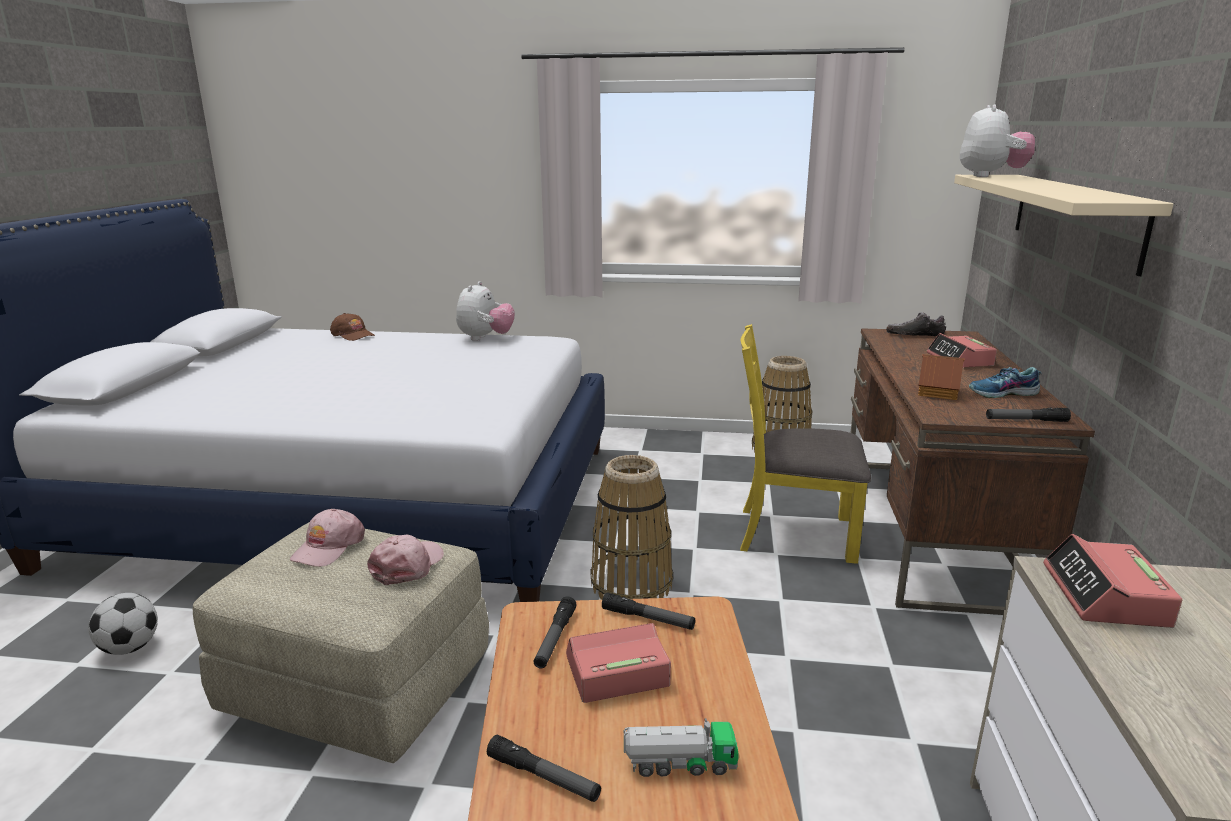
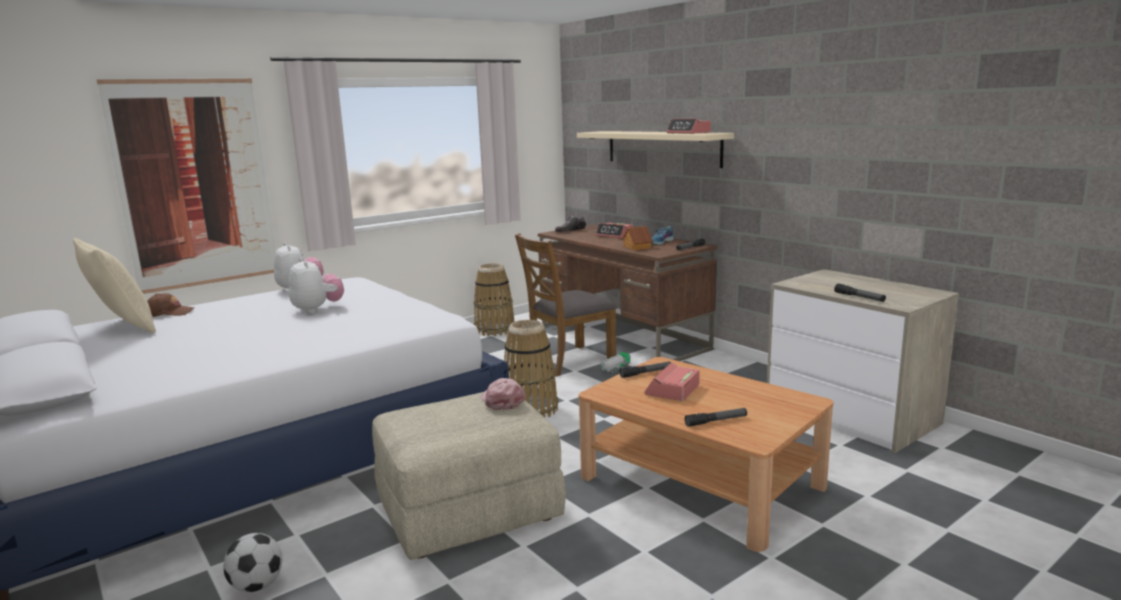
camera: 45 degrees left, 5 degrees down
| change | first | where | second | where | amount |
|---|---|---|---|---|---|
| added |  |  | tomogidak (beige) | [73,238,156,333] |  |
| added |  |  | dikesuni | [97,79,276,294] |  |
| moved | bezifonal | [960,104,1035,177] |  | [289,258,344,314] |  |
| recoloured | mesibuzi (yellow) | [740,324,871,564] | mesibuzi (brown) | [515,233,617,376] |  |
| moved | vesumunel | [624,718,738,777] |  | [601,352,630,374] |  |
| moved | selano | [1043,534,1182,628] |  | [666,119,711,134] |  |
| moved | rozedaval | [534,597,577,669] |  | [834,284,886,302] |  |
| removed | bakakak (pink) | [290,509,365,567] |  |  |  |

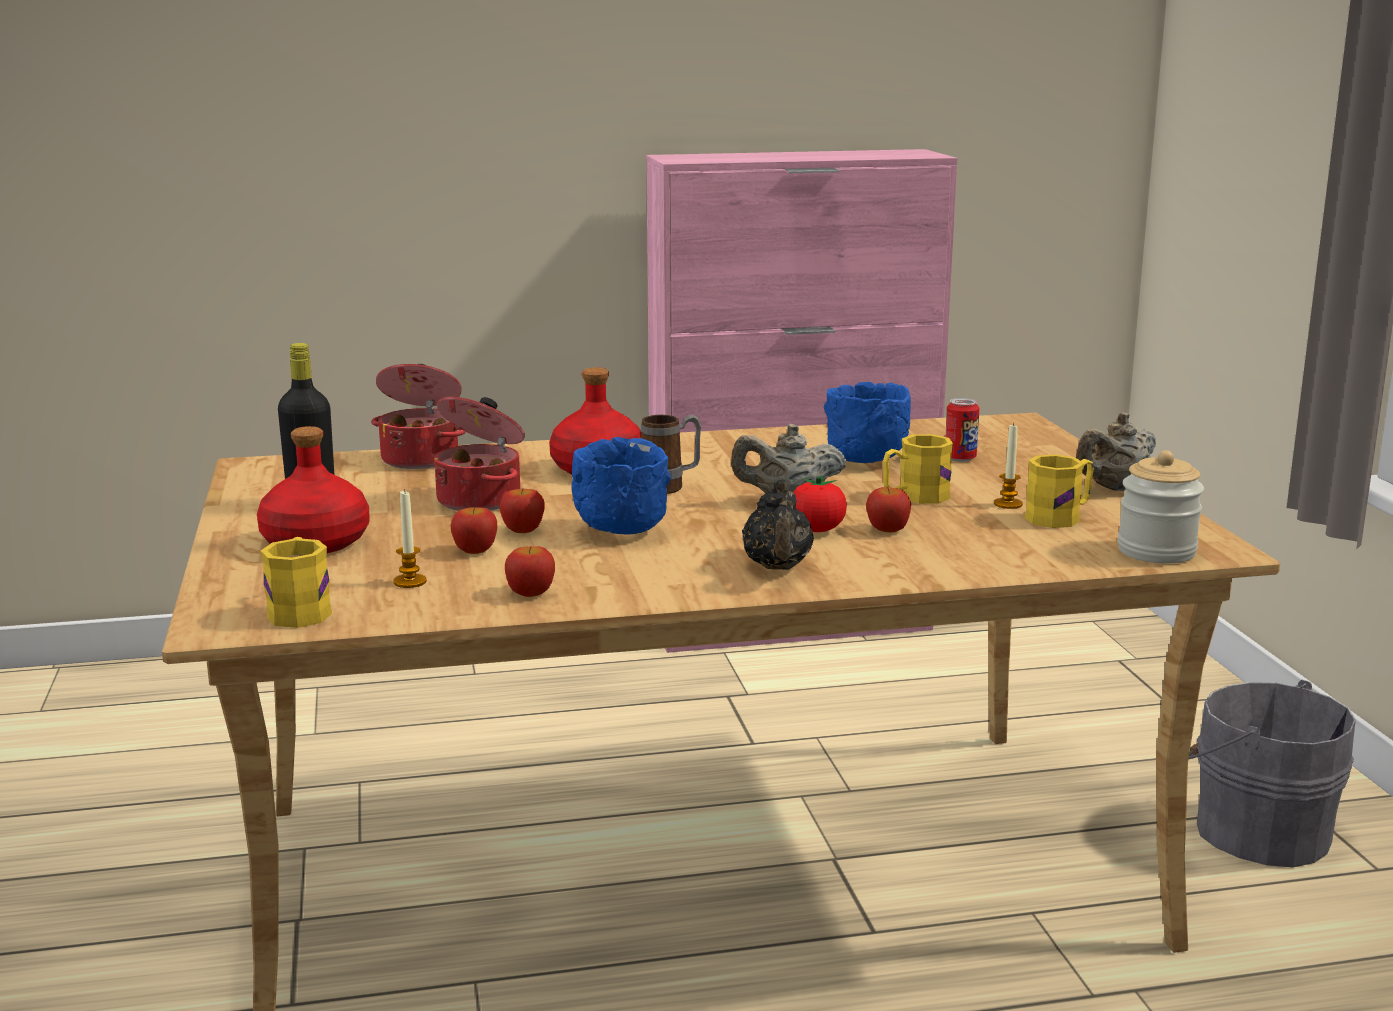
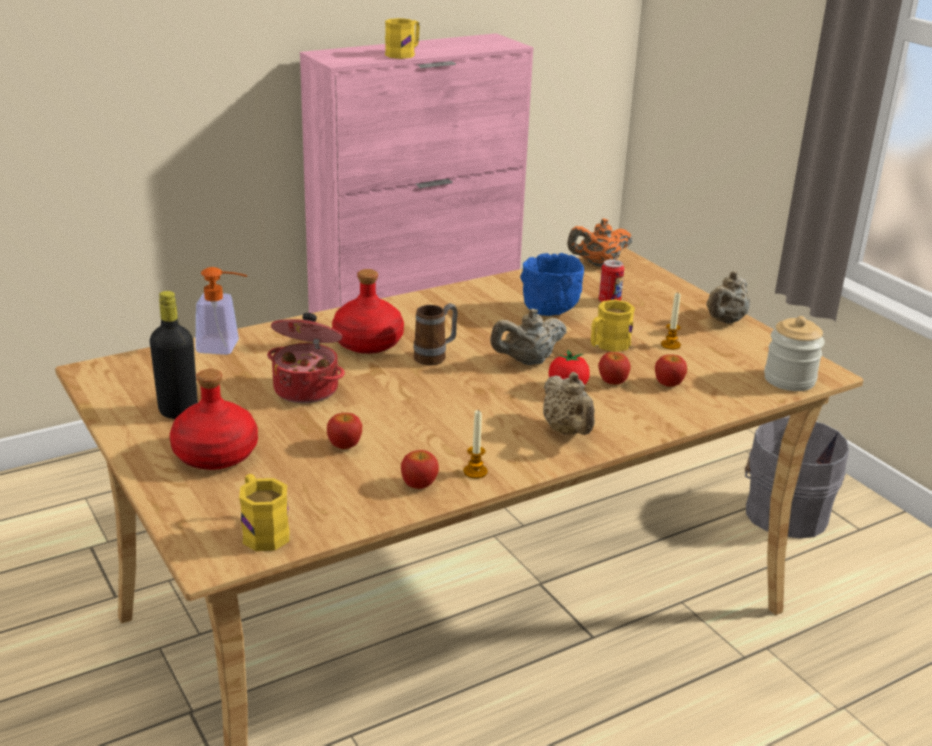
camera: 20 degrees left, 10 degrees up
| change | first | where | second | where | amount |
|---|---|---|---|---|---|
| replaced | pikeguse | [371,364,466,469] | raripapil | [196,267,248,355] |  |
| moved | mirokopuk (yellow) | [1024,454,1094,528] |  | [385,18,420,59] |  |
| moved | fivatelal | [393,489,427,588] |  | [463,410,488,479] |  |
| recoloured | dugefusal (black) | [742,480,814,570] | dugefusal (beige) | [543,372,595,435] |  |
| added |  |  | dugefusal (orange) | [567,218,632,267] |  |
| moved | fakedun | [499,489,545,533] |  | [655,354,687,387] |  |
| removed | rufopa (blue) | [571,437,671,534] |  |  |  |

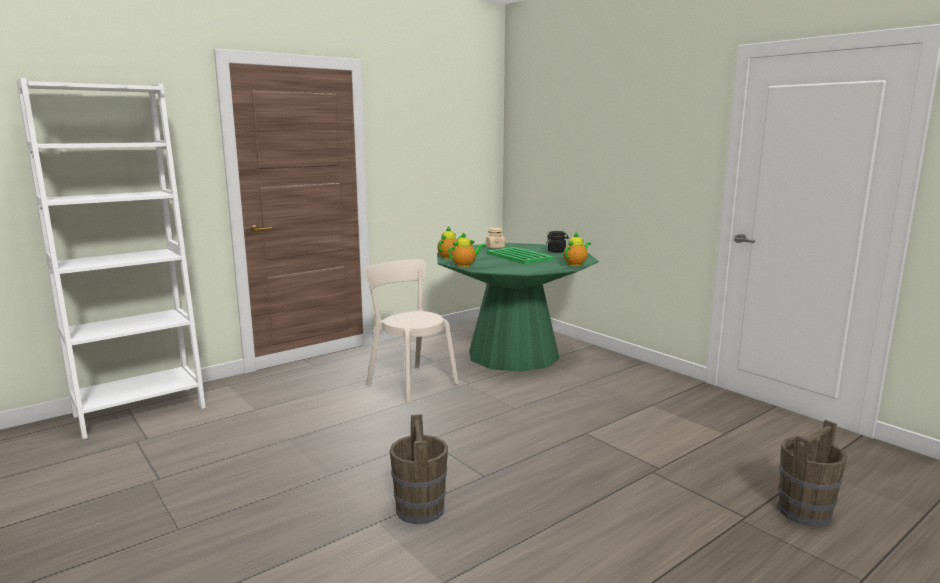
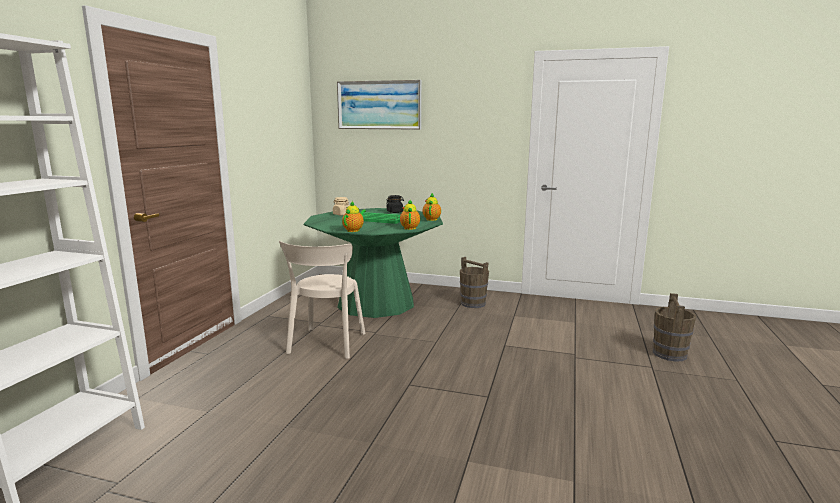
camera: 35 degrees left, 0 degrees up
| change | first | where | second | where | amount |
|---|---|---|---|---|---|
| turned | mesibuzi (beige) | [363,259,459,403] |  | [279,241,365,359] | 90 degrees counterclockwise |
| added |  |  | dikesuni | [337,80,421,130] |  |
| moved | dugefusal | [437,226,461,259] |  | [400,200,420,230] |  |
| moved | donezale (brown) | [390,414,448,524] |  | [460,257,489,308] |  |

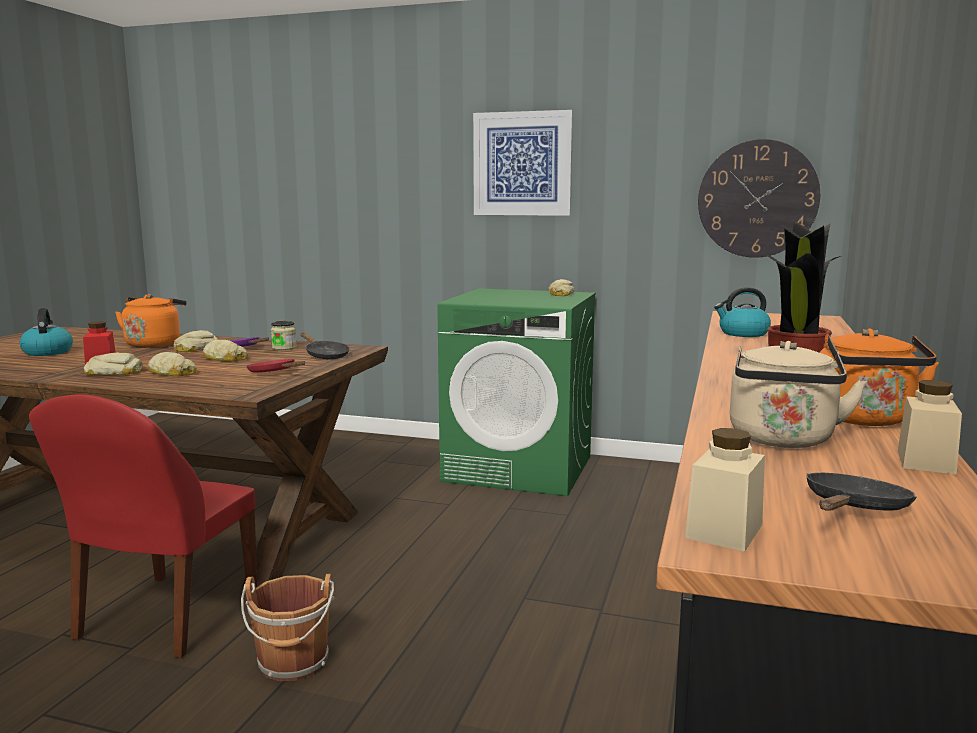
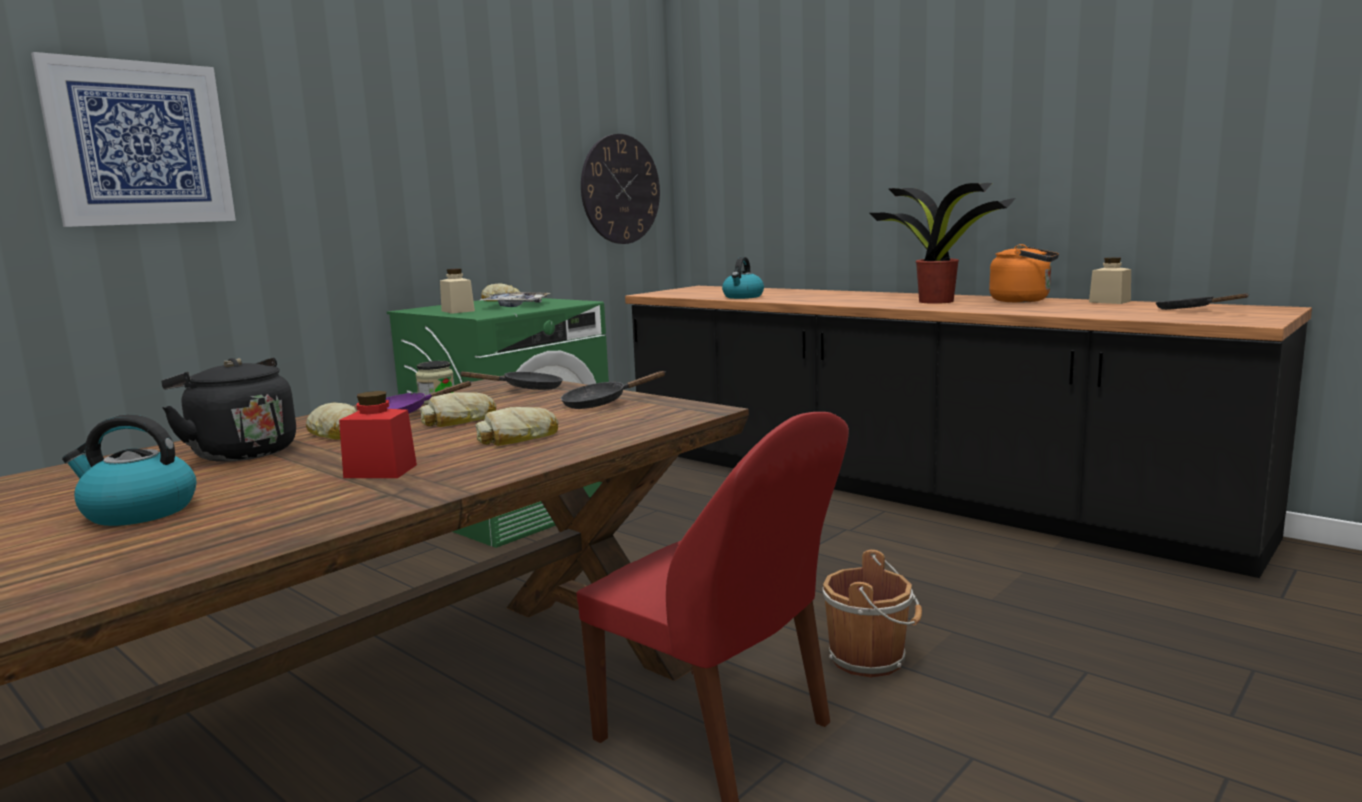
camera: 65 degrees left, 0 degrees up
| change | first | where | second | where | amount |
|---|---|---|---|---|---|
| moved | dikesuni | [473,110,573,216] |  | [31,52,236,227] |  |
| recoloured | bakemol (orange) | [115,294,187,348] | bakemol (black) | [161,358,296,462] |  |
| moved | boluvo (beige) | [685,428,765,552] |  | [440,268,475,314] |  |
| added |  |  | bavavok | [479,292,550,307] |  |
| recoloured | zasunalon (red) | [247,359,305,373] | zasunalon (black) | [561,371,666,409] |  |
| removed | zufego | [84,353,143,375] |  |  |  |
| removed | bakemol (beige) | [730,341,867,448] |  |  |  |

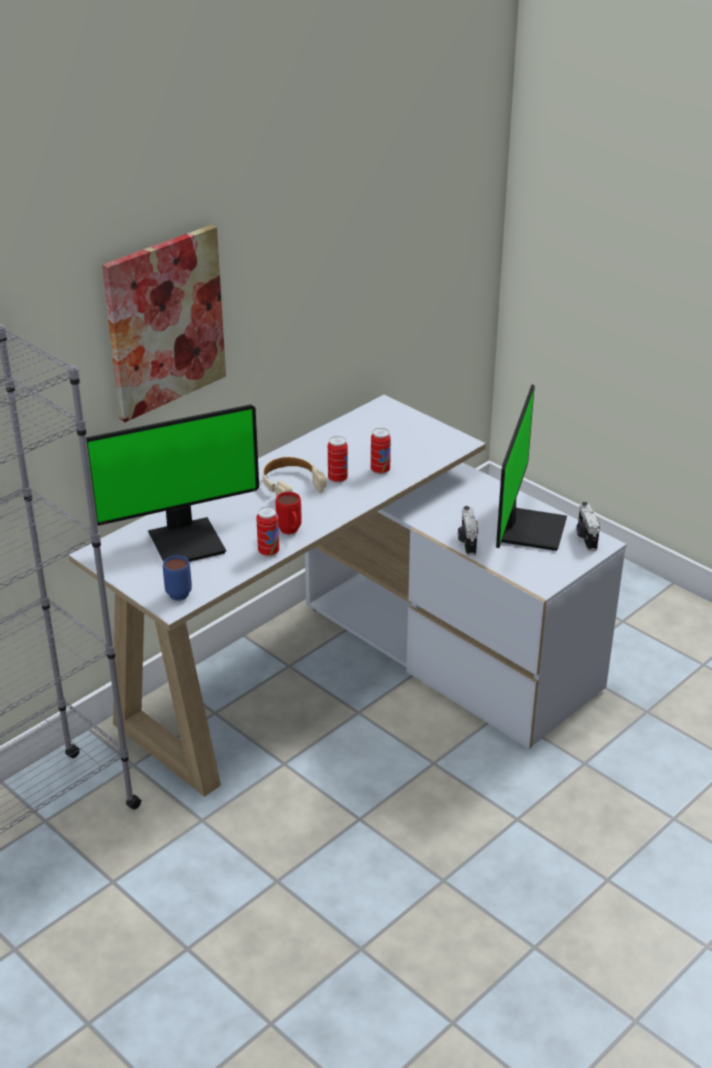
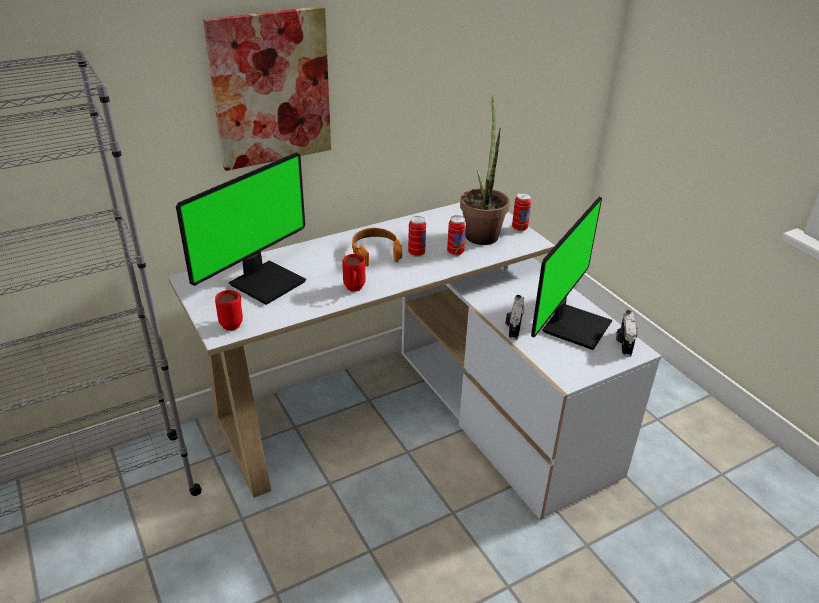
camera: 15 degrees right, 0 degrees up
| change | first | where | second | where | amount |
|---|---|---|---|---|---|
| turned | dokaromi | [86,404,259,562] |  | [176,152,306,305] | 45 degrees counterclockwise |
| recoloured | mirokopuk (blue) | [163,555,192,601] | mirokopuk (red) | [215,290,243,331] |  |
| recoloured | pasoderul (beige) | [262,456,327,496] | pasoderul (orange) | [352,228,402,266] |  |
| added |  |  | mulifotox | [460,95,510,245] |  |
| moved | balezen | [256,507,279,557] |  | [512,193,531,232] |  |

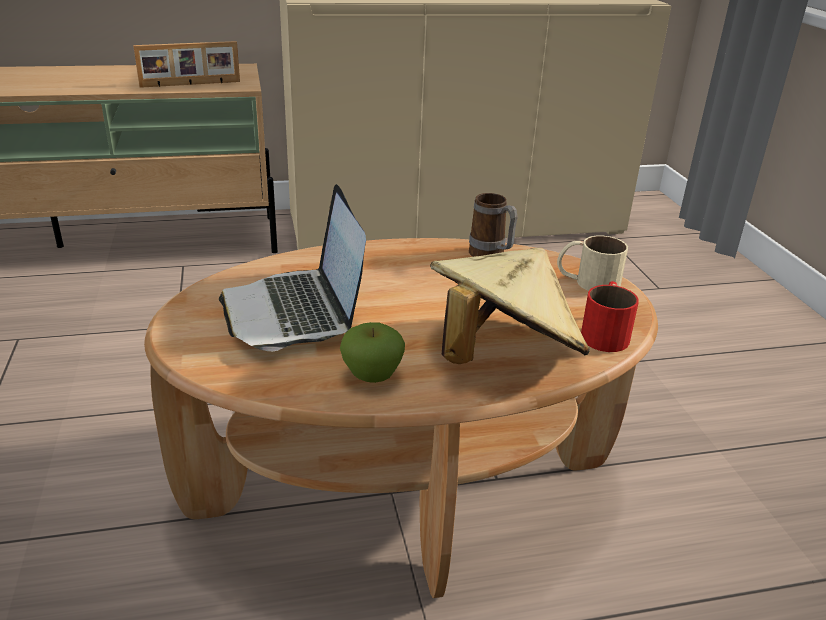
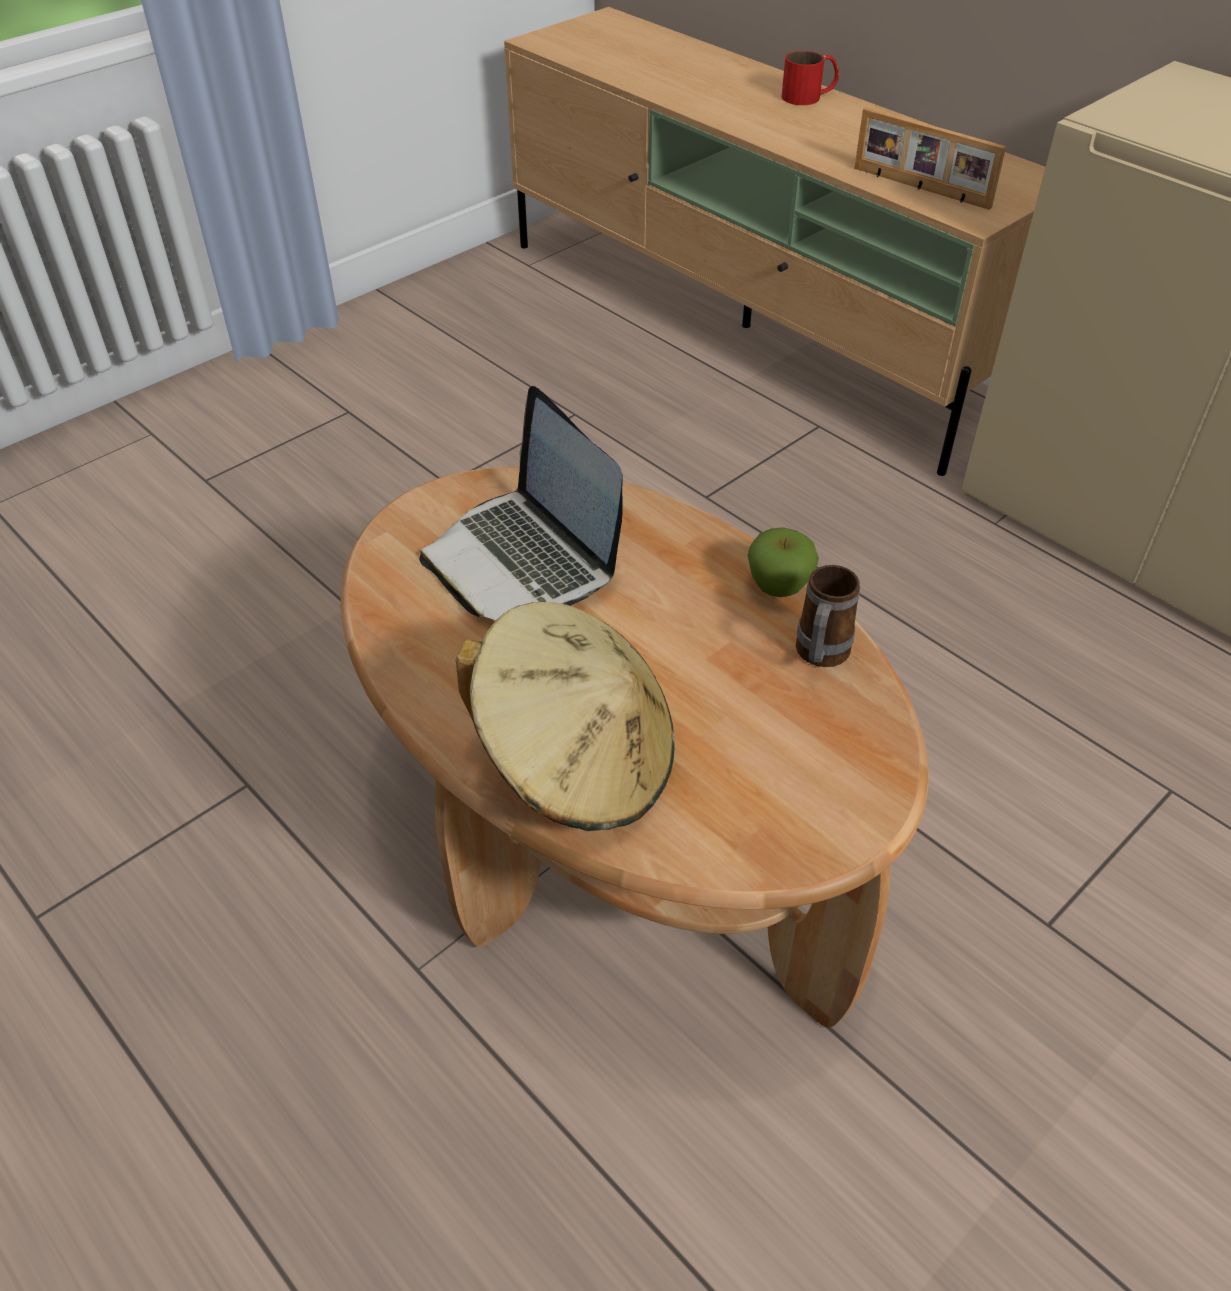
camera: 60 degrees right, 15 degrees up
| change | first | where | second | where | amount |
|---|---|---|---|---|---|
| turned | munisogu | [219,184,366,351] |  | [419,386,623,620] | 75 degrees counterclockwise |
| moved | fakedun | [340,322,405,383] |  | [747,527,819,597] |  |
| moved | mirokopuk (red) | [581,281,639,352] |  | [782,51,839,105] |  |
| removed | mirokopuk (beige) | [557,236,628,291] |  |  |  |

